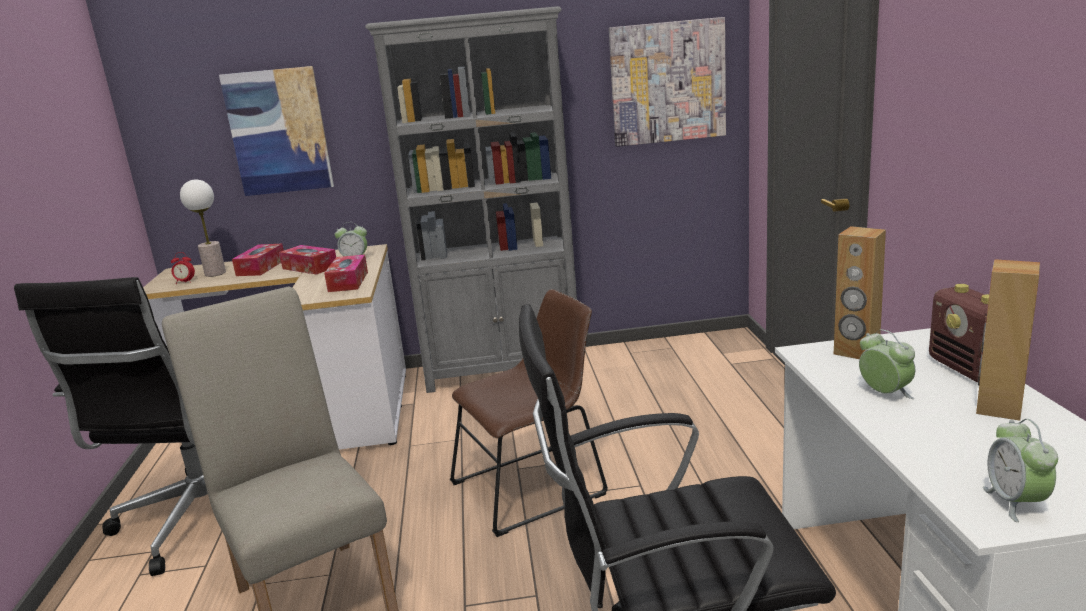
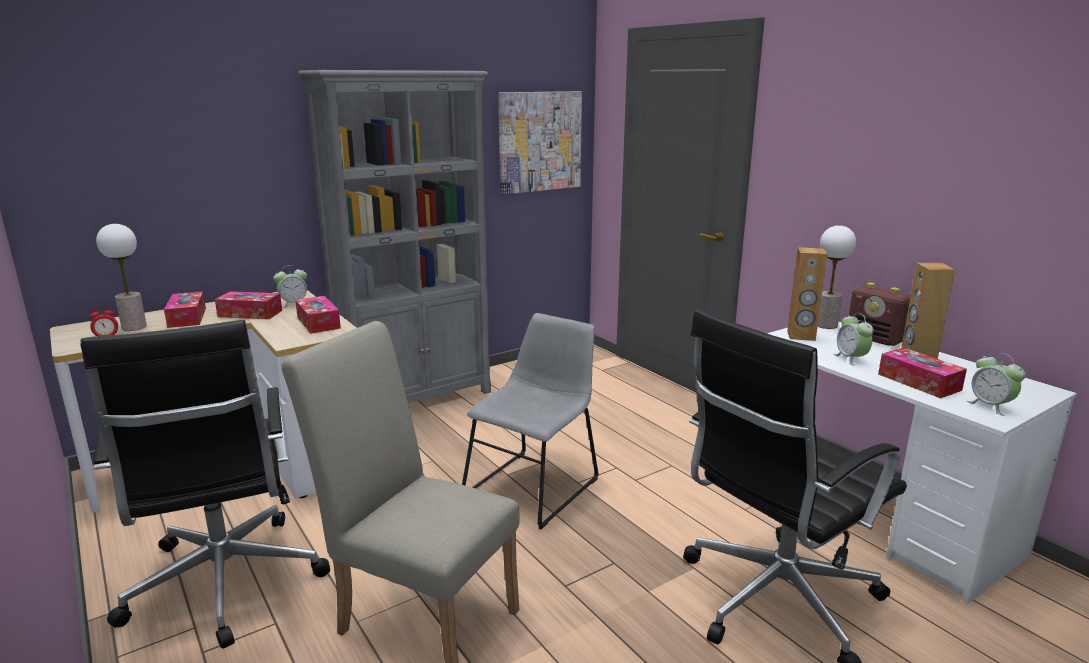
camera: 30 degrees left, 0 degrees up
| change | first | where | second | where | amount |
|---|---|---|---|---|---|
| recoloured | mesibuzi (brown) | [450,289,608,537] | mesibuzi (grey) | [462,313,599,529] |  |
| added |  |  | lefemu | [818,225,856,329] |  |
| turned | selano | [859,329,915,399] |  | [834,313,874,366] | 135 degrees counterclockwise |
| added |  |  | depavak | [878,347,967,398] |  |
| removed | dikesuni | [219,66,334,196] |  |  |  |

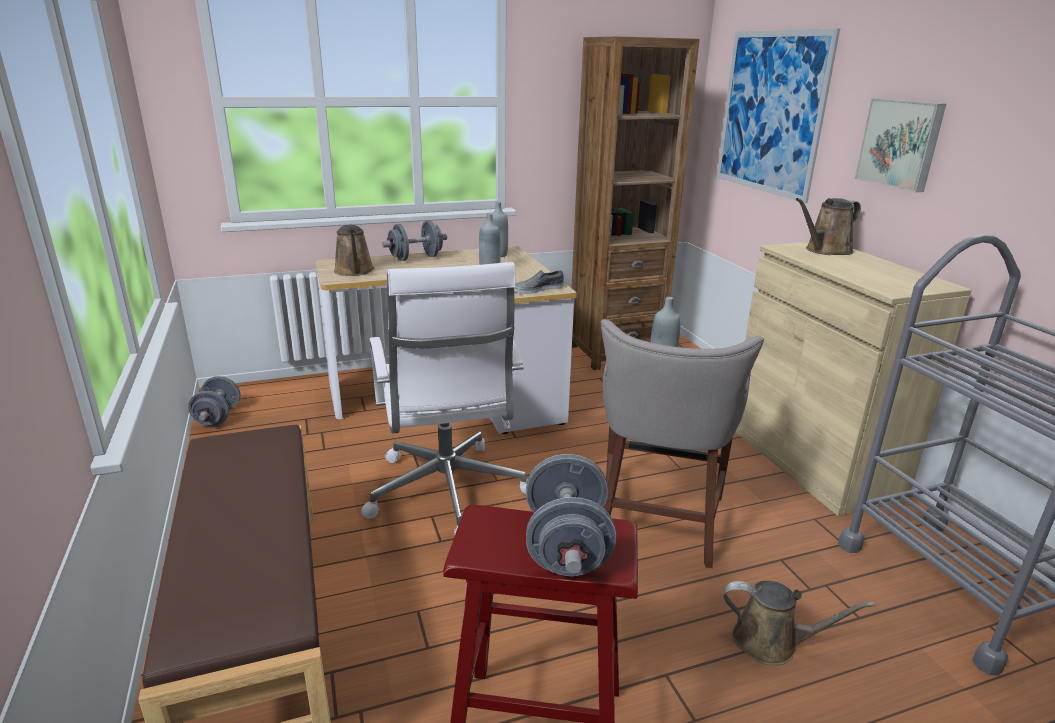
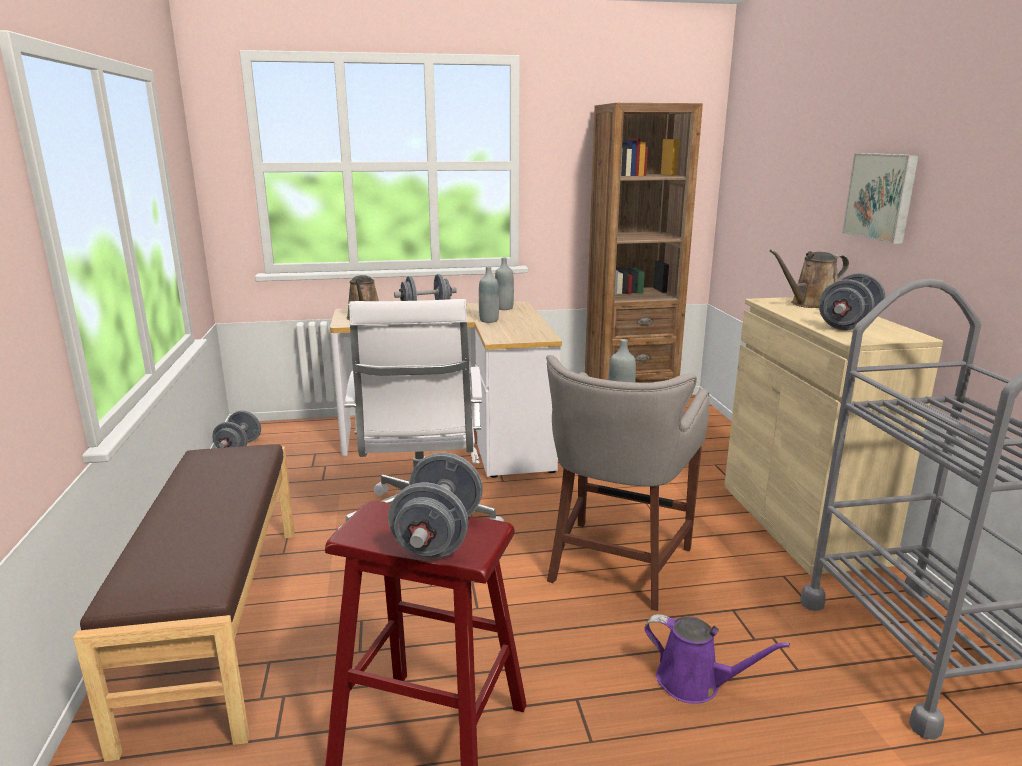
camera: 10 degrees right, 5 degrees down
| change | first | where | second | where | amount |
|---|---|---|---|---|---|
| recoloured | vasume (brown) | [723,581,875,666] | vasume (purple) | [644,614,790,704] |  |
| added |  |  | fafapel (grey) | [819,273,886,330] |  |
| removed | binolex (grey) | [514,270,564,294] |  |  |  |
| removed | dikesuni | [717,28,840,203] |  |  |  |

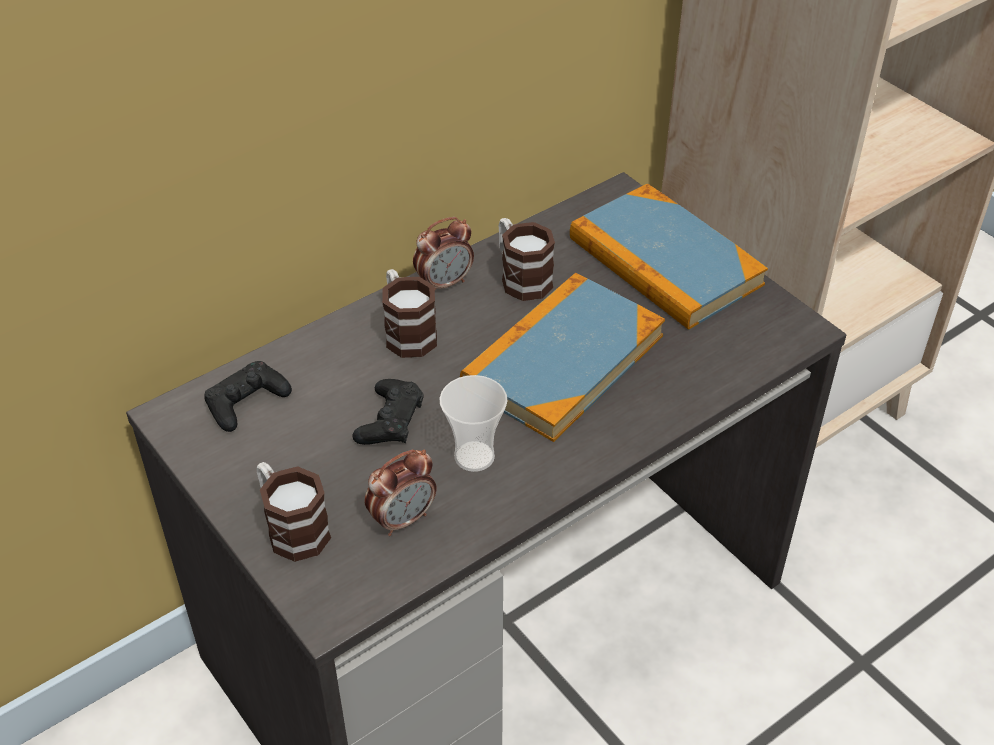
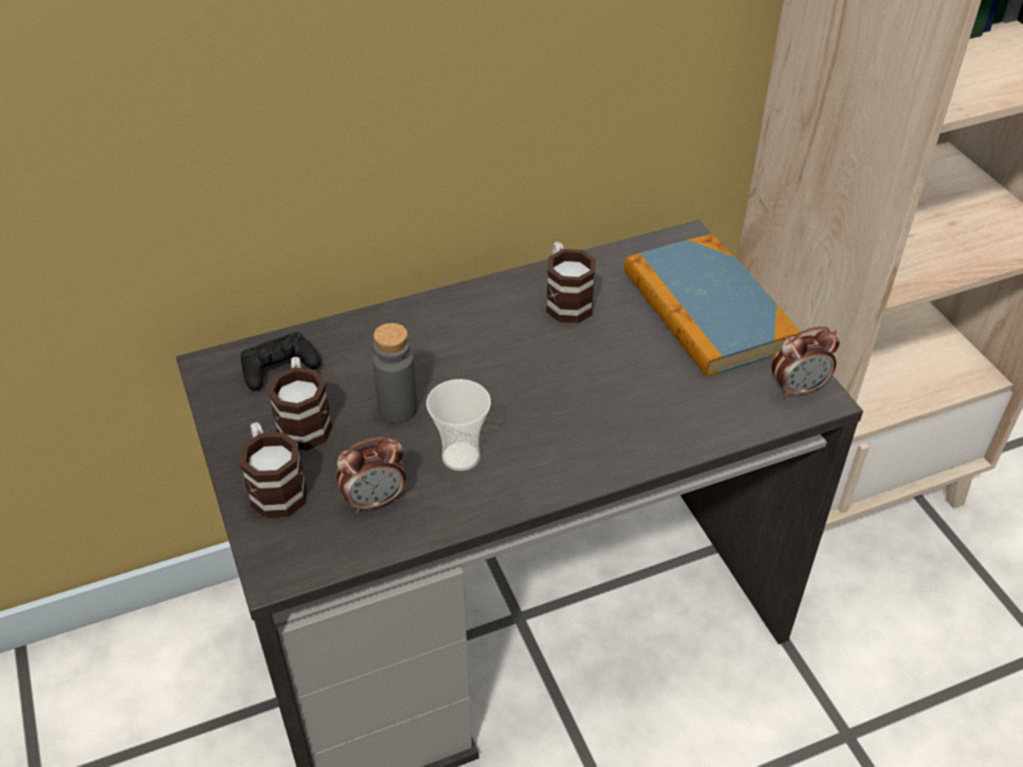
camera: 15 degrees right, 0 degrees up
| change | first | where | second | where | amount |
|---|---|---|---|---|---|
| moved | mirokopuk | [382,269,437,358] |  | [268,357,333,451] |  |
| replaced | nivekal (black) | [352,379,424,445] | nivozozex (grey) | [372,323,418,423] |  |
| moved | selano | [413,217,474,290] |  | [771,327,840,399] |  |
| removed | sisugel | [460,273,665,442] |  |  |  |

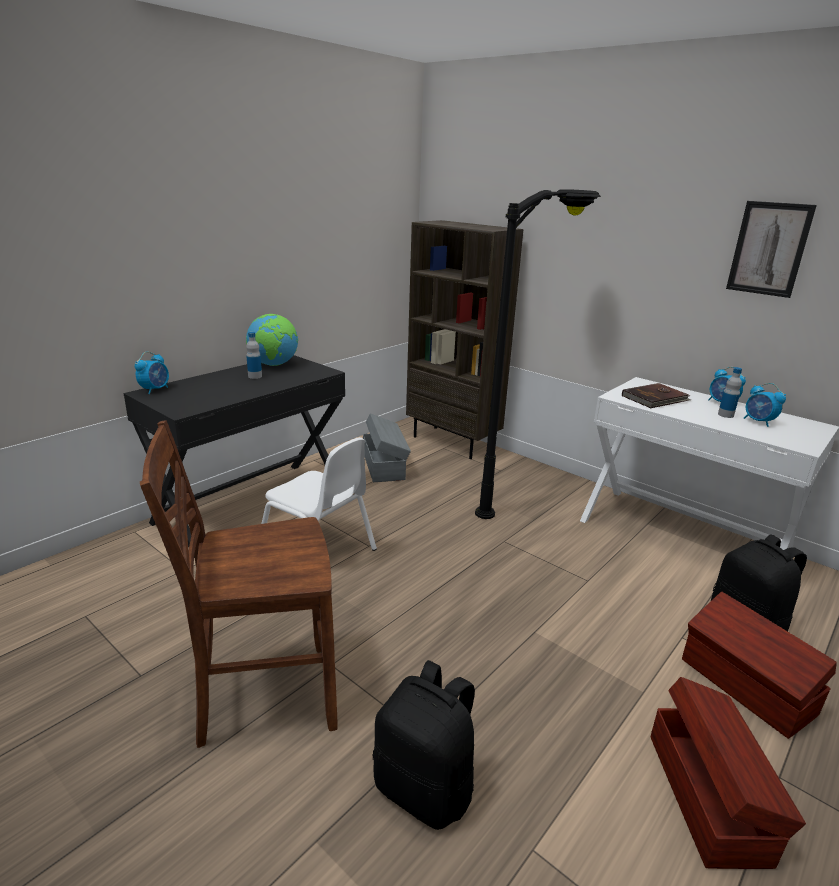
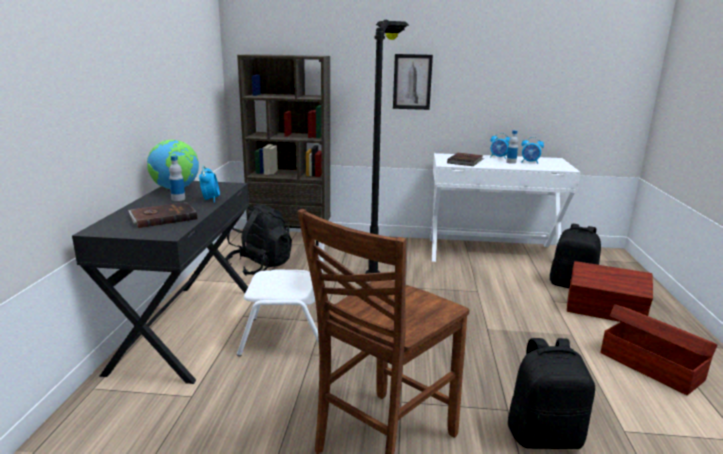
camera: 35 degrees left, 5 degrees down
| change | first | where | second | where | amount |
|---|---|---|---|---|---|
| added |  |  | sisugel (brown) | [128,202,197,228] |  |
| moved | selano | [135,352,169,394] |  | [199,165,220,203] |  |
| replaced | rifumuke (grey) | [363,413,411,482] | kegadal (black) | [225,203,292,276] |  |
| moved | dikesuni | [726,201,817,298] |  | [393,54,433,110] |  |

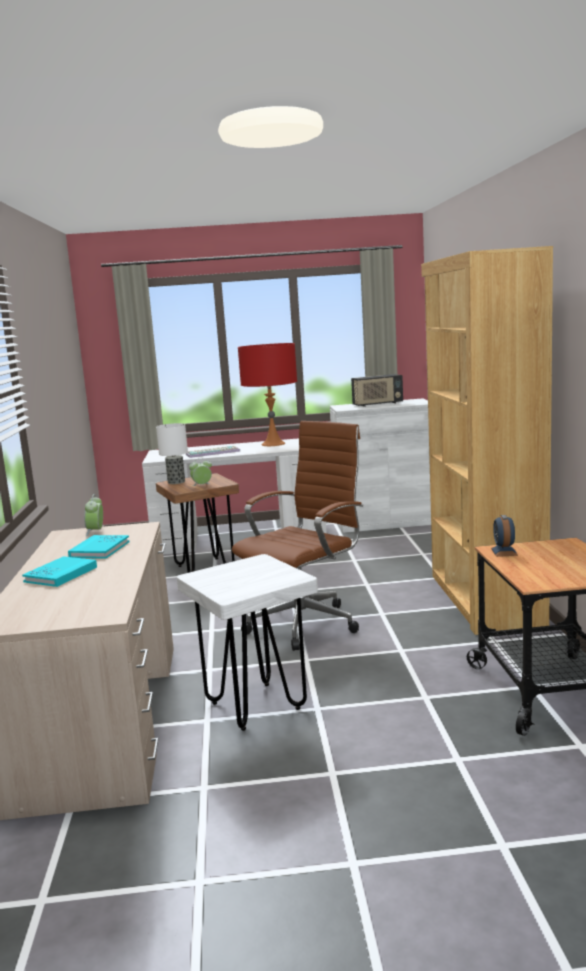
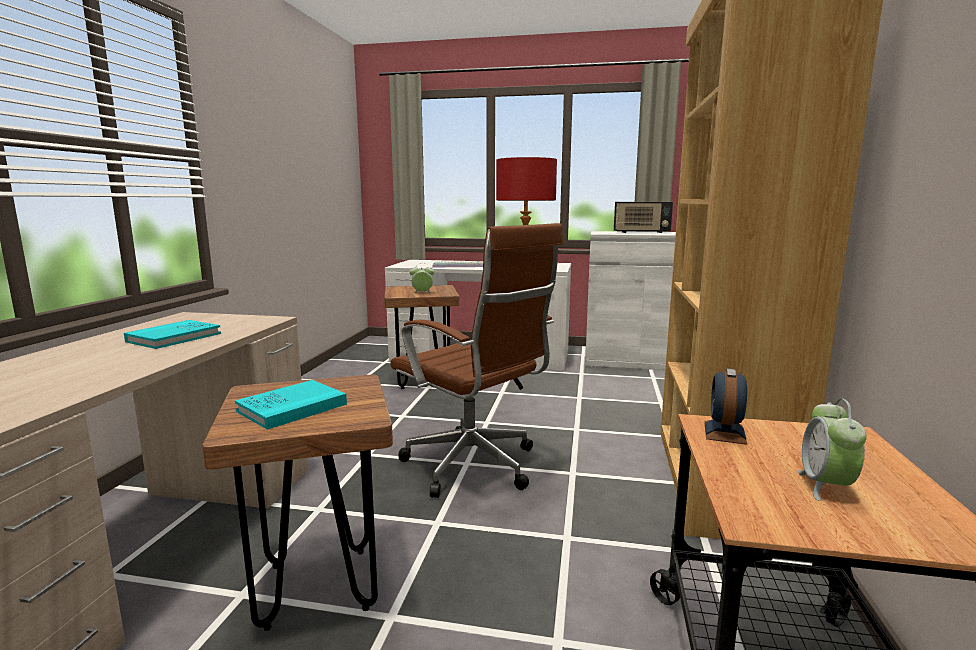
camera: 15 degrees right, 0 degrees up
| change | first | where | second | where | amount |
|---|---|---|---|---|---|
| recoloured | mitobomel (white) | [177,554,318,731] | mitobomel (brown) | [202,375,393,631] |  |
| moved | sisugel (turquoise) | [22,556,97,587] |  | [235,380,347,430] |  |
| turned | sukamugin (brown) | [232,421,363,651] |  | [390,223,563,498] | 75 degrees clockwise |
| moved | selano | [84,494,103,536] |  | [797,398,867,501] |  |
| removed | lefemu | [156,423,188,484] |  |  |  |

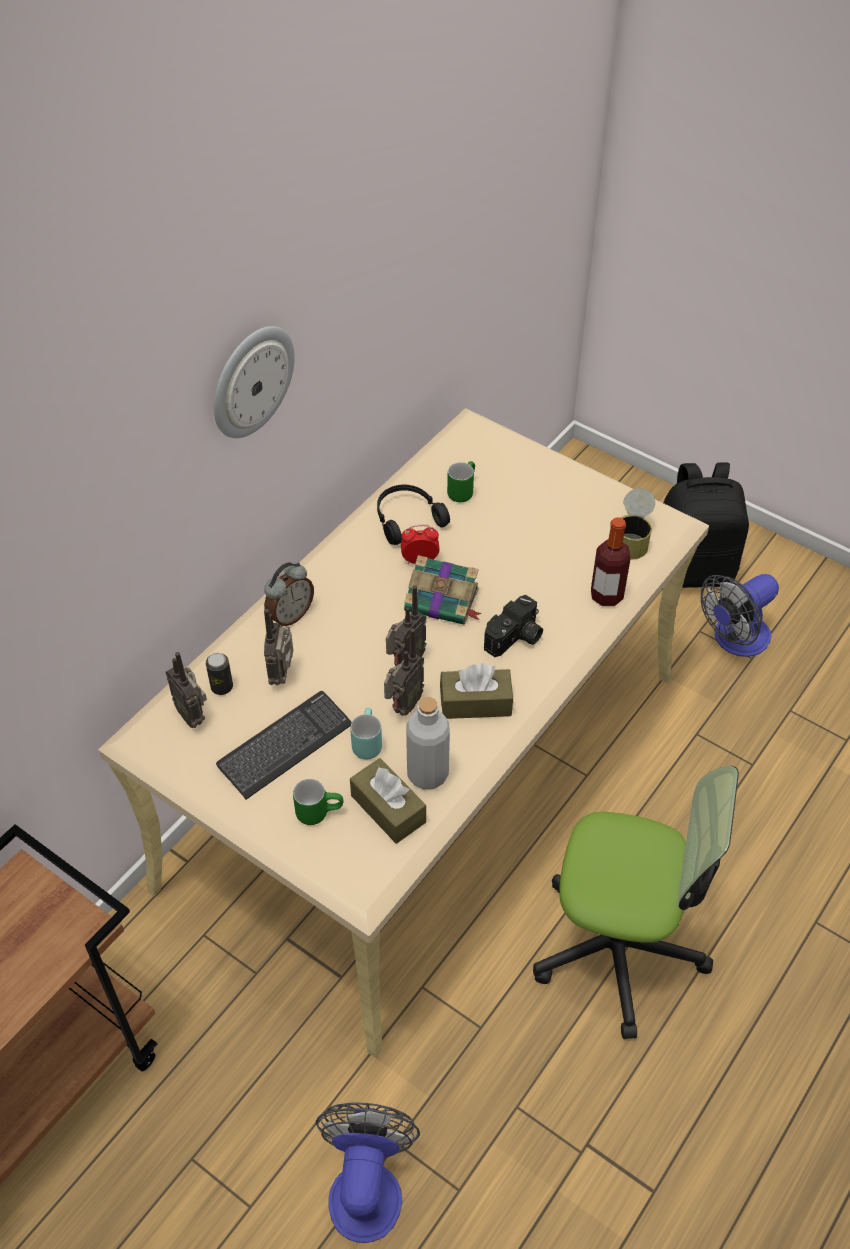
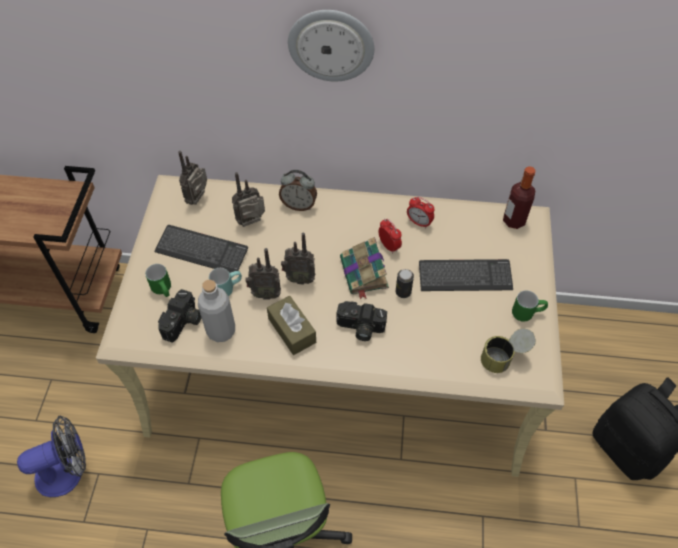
camera: 60 degrees right, 5 degrees up
| change | first | where | second | where | amount |
|---|---|---|---|---|---|
| replaced | depavak (brown) | [350,758,426,844] | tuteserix | [158,289,201,343] |  |
| moved | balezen | [206,653,233,695] |  | [396,269,414,298] |  |
| replaced | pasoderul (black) | [377,485,450,545] | selano | [407,197,434,228] |  |
| added |  |  | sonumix | [419,259,513,291] |  |
| moved | nivozozex | [591,518,630,606] |  | [503,166,536,229] |  |
| moved | mirokopuk (green) | [447,461,475,502] |  | [512,290,548,322] |  |
| removed | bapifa | [701,574,779,657] |  |  |  |

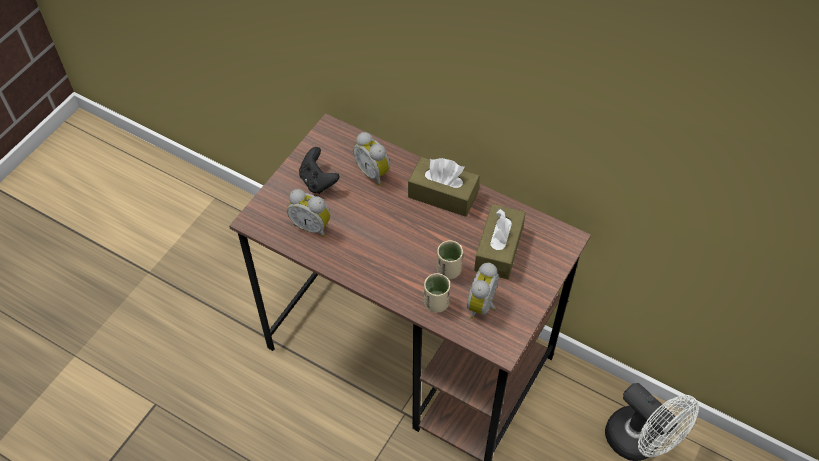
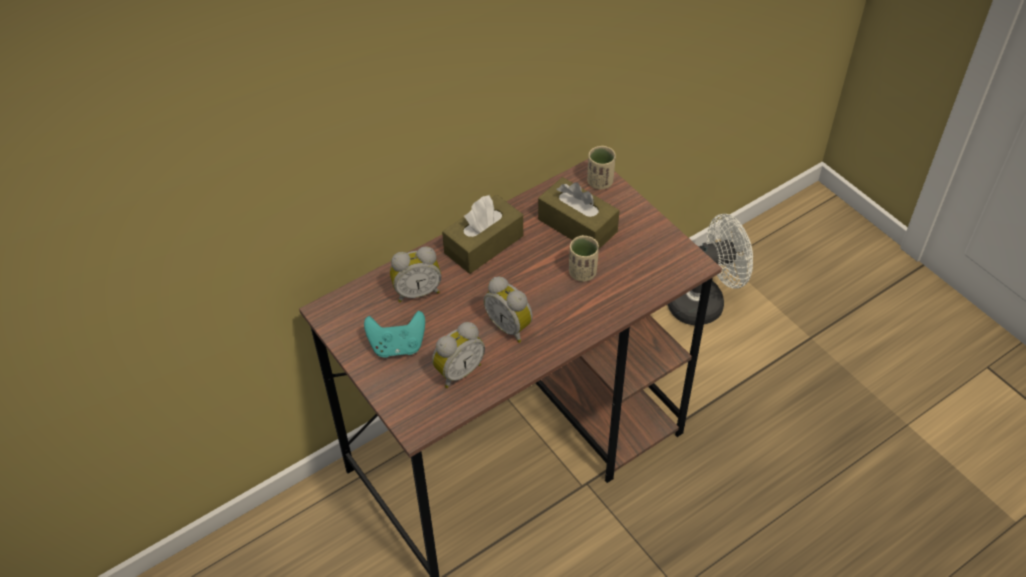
camera: 65 degrees left, 5 degrees down
| change | first | where | second | where | amount |
|---|---|---|---|---|---|
| recoloured | nivekal (black) | [299,147,340,194] | nivekal (turquoise) | [364,311,425,358] |  |
| moved | selano | [467,263,499,319] |  | [484,277,533,343] |  |
| moved | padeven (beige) | [424,273,450,313] |  | [587,146,616,190] |  |

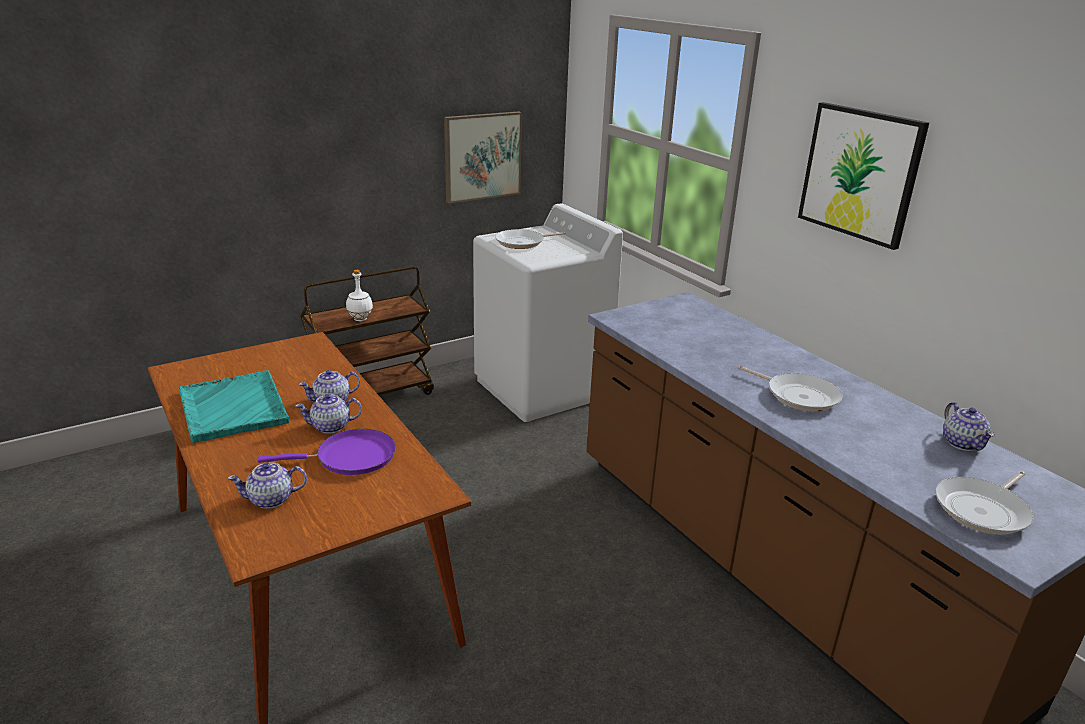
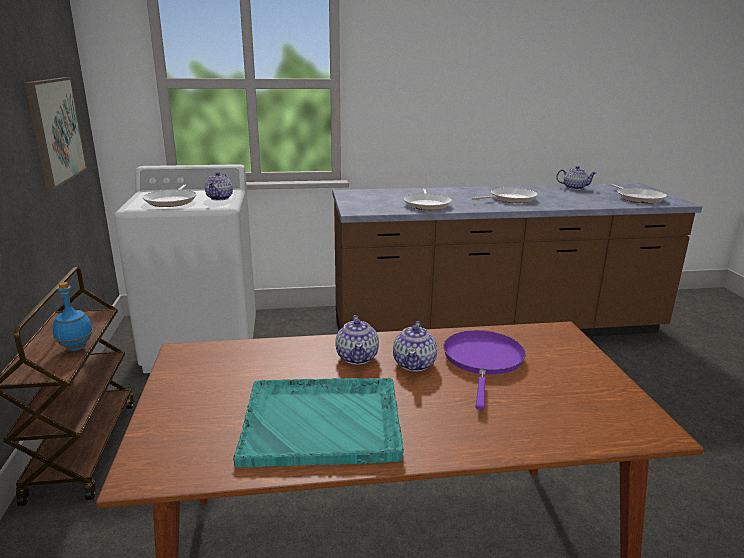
camera: 65 degrees left, 5 degrees down
| change | first | where | second | where | amount |
|---|---|---|---|---|---|
| recoloured | nivozozex (white) | [346,270,373,321] | nivozozex (blue) | [53,282,93,351] |  |
| moved | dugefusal | [228,462,307,509] |  | [205,172,233,201] |  |
| added |  |  | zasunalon | [404,189,452,210] |  |
| removed | dikesuni | [798,102,929,250] |  |  |  |

